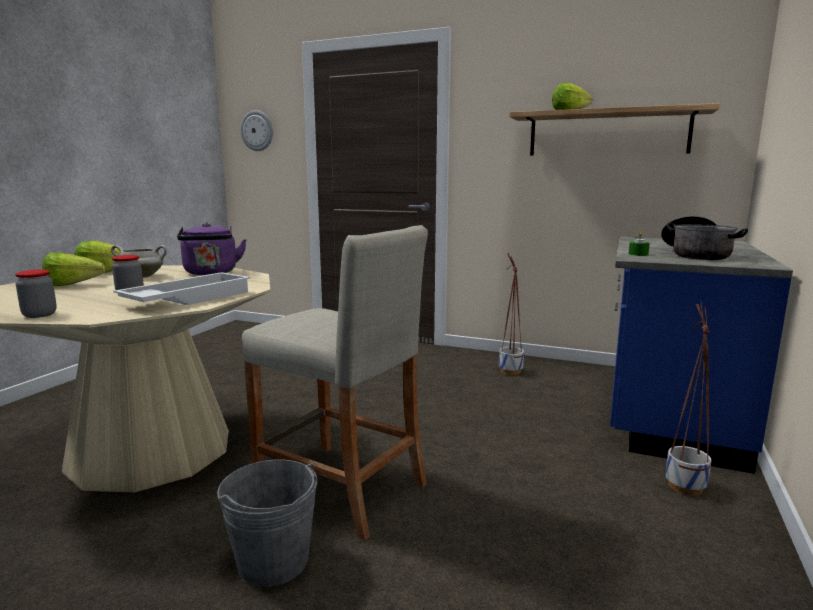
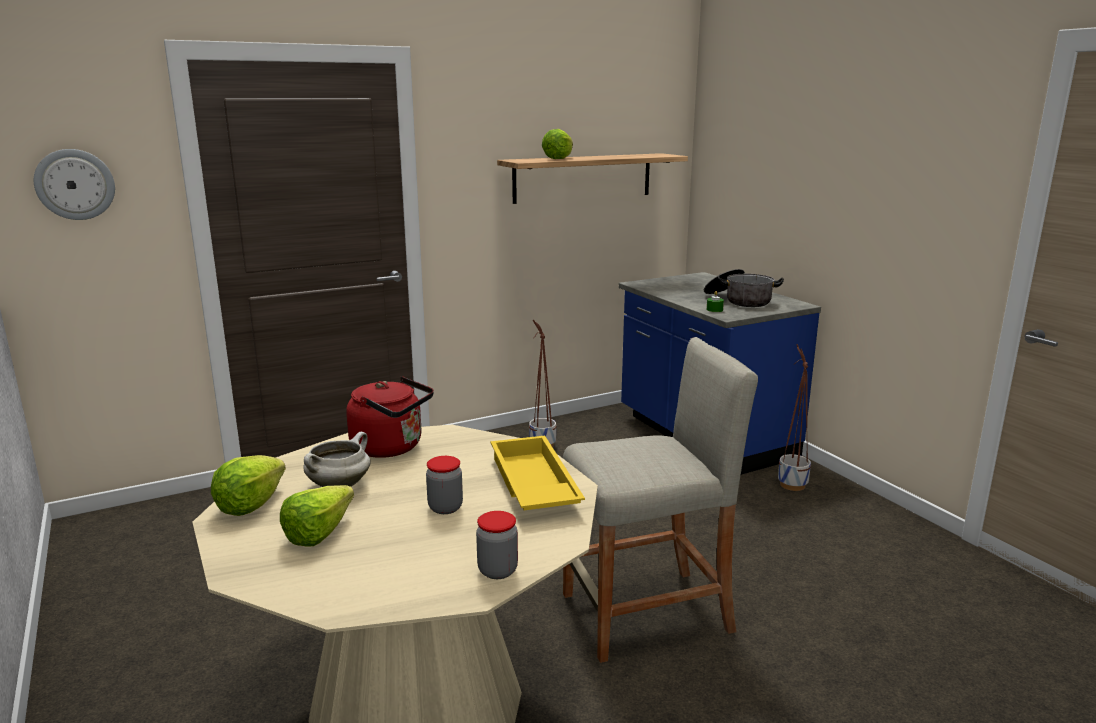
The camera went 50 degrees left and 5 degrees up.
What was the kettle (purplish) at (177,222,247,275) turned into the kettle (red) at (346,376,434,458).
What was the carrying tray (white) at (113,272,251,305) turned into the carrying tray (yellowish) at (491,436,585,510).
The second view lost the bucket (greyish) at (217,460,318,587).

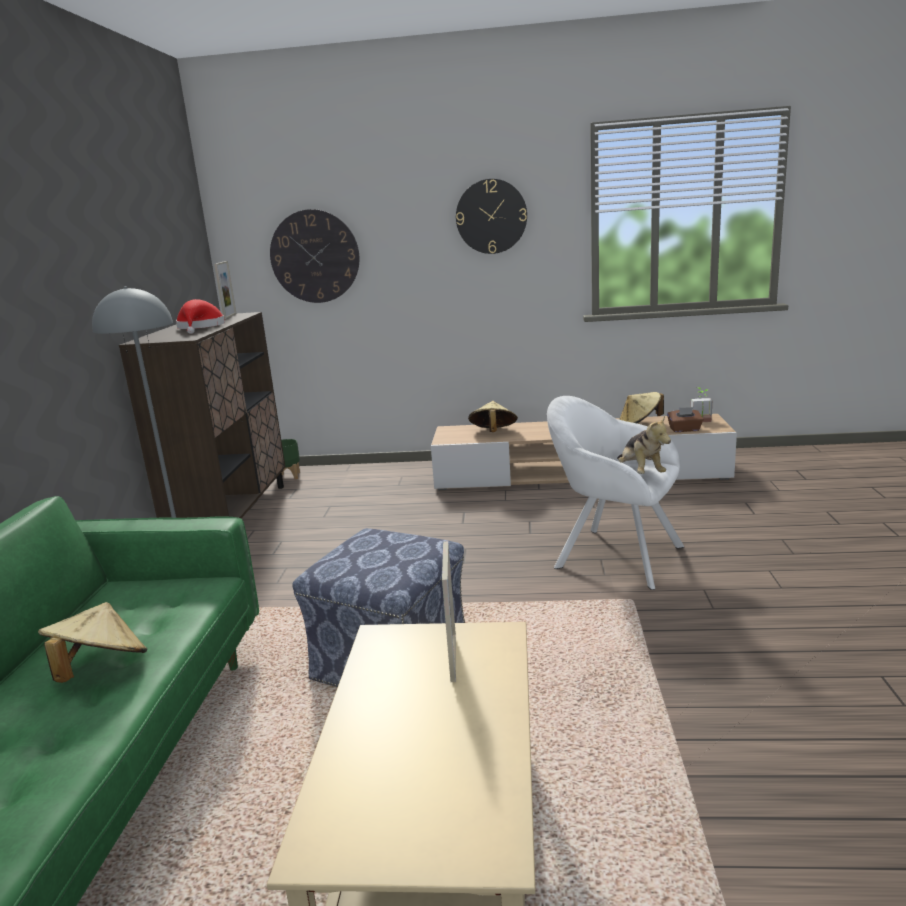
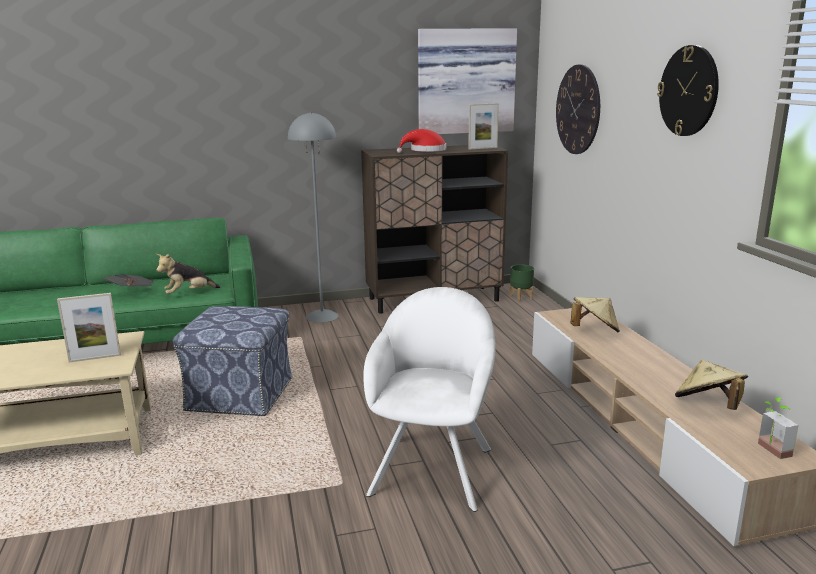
The camera went 70 degrees right and 0 degrees up.
The second view lost the tissue holder (brownish) at (667,407,703,432).
The soft toy ended up elsewhere, having gone from (617,416,671,474) to (156,253,220,294).
Where the wearable hat (beige-coloured) stood at (38,602,147,683), the daily paper came to stand at (102,274,155,287).
The second view gained the picture at (418,28,517,134).

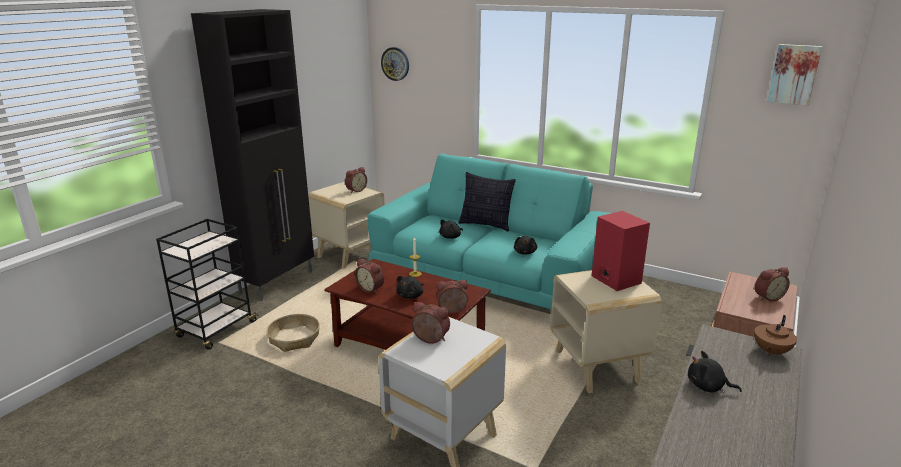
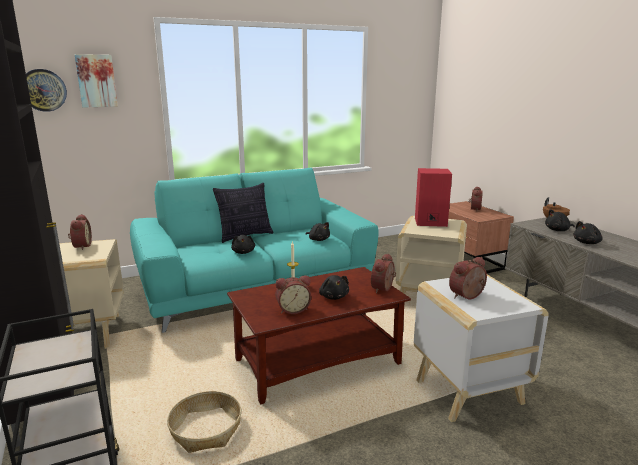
The camera went 55 degrees left and 5 degrees down.
The picture ended up elsewhere, having gone from (767,44,822,105) to (75,54,118,107).
The second view gained the soft toy (black) at (545,209,575,231).

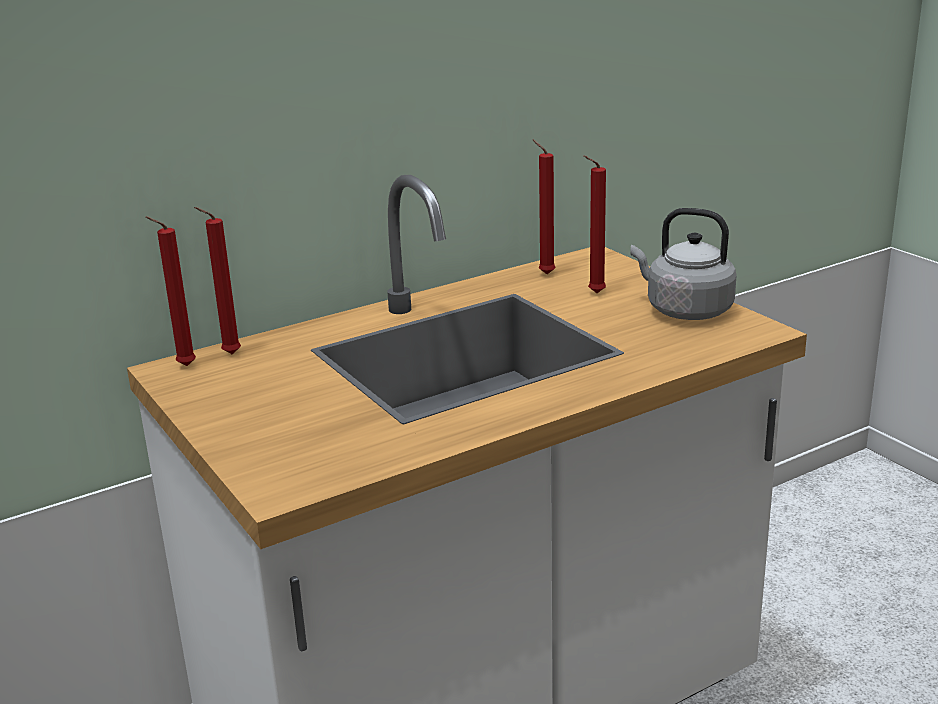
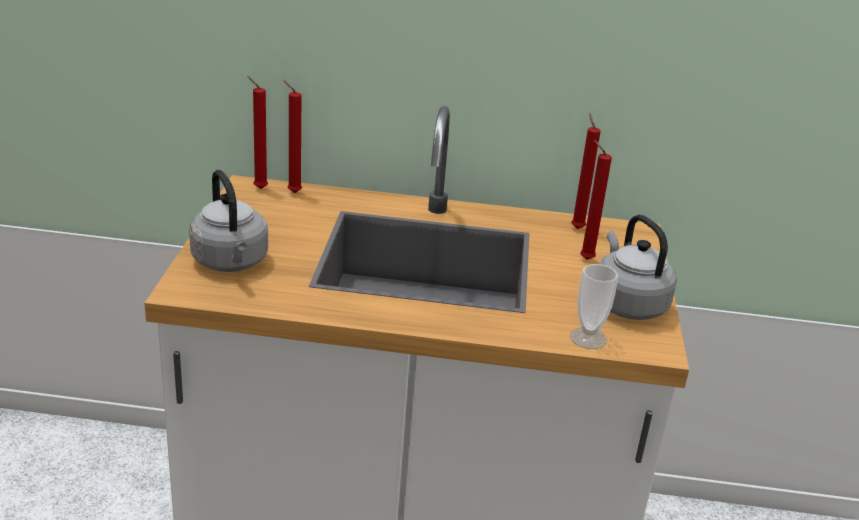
The camera went 35 degrees right and 5 degrees up.
The second view gained the kettle (greyish) at (189,169,268,272).
The second view gained the drinking cup at (570,264,618,349).

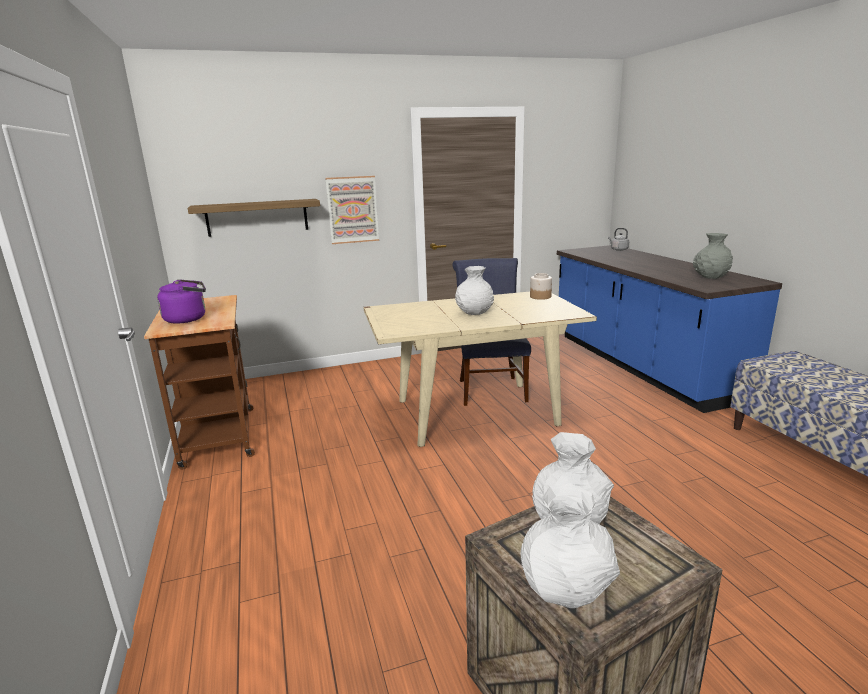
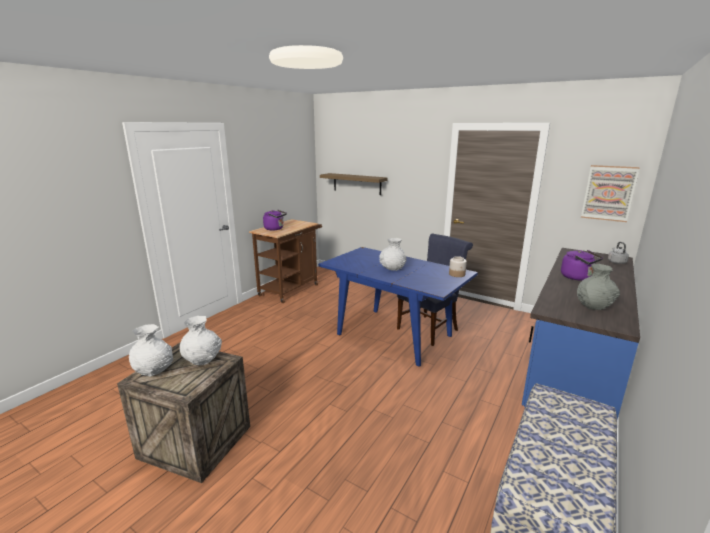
The camera went 50 degrees right and 0 degrees up.
The picture ended up elsewhere, having gone from (325,176,379,244) to (581,165,640,222).
What was the kitchen table (beige-coloured) at (363,292,597,447) turned into the kitchen table (bluish) at (318,247,478,367).
The second view gained the kettle (purplish) at (561,250,603,281).

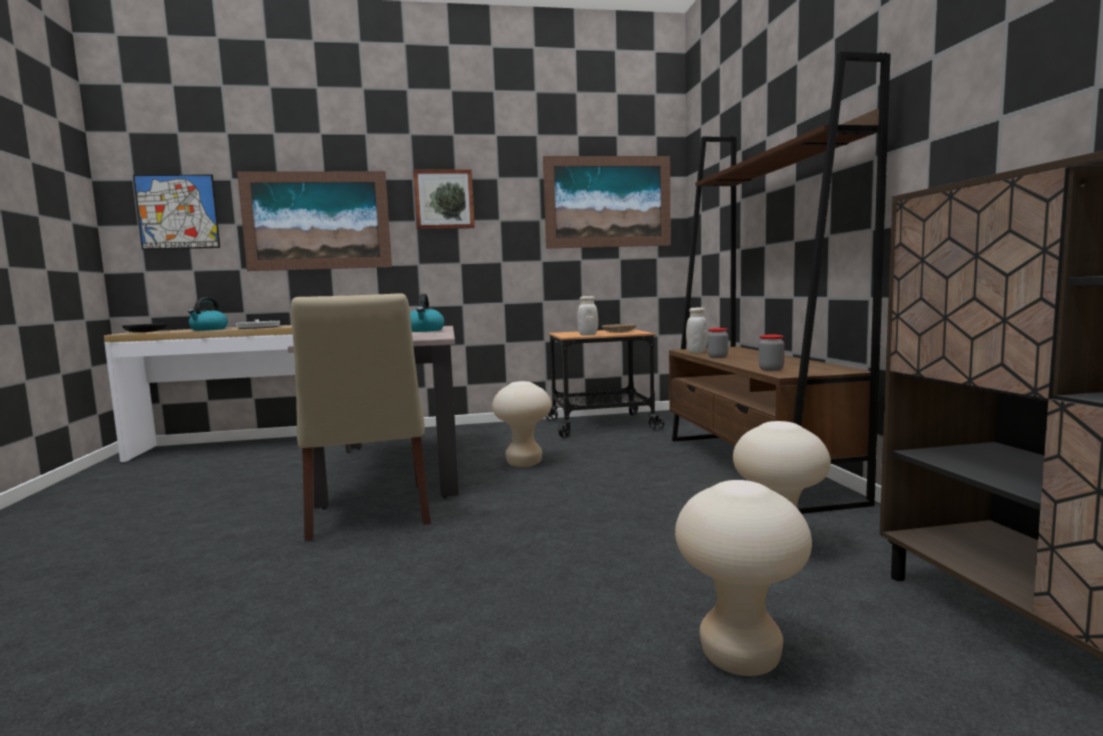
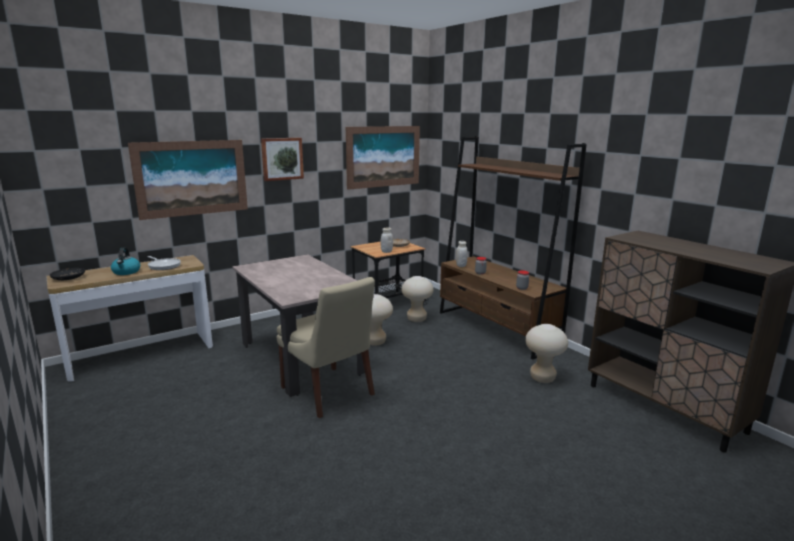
The camera went 25 degrees left and 10 degrees up.
The second view lost the picture at (133,175,220,250).
The second view lost the kettle at (410,294,444,332).
The stool (beige-coloured) ended up elsewhere, having gone from (675,480,812,676) to (401,276,433,322).

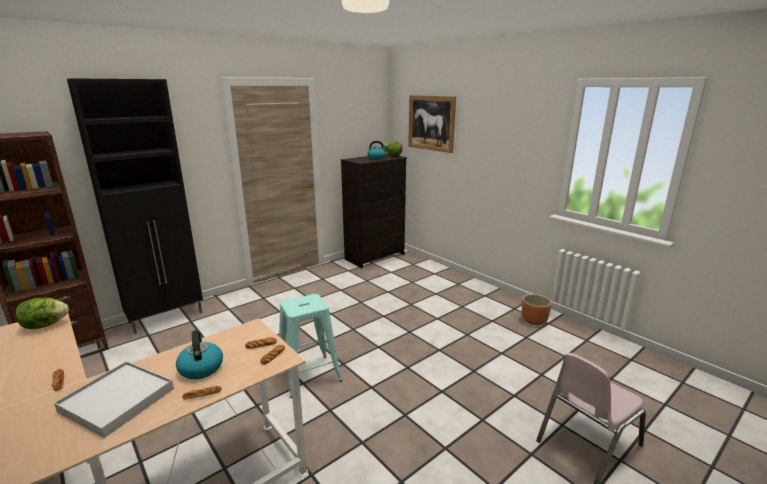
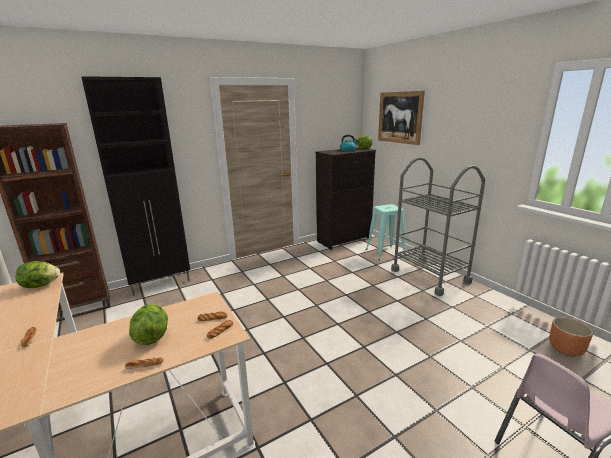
The camera went 10 degrees right and 0 degrees up.
The stool (turquoise) ended up elsewhere, having gone from (279,294,342,398) to (366,204,406,260).
The flower pot (brownish) ended up elsewhere, having gone from (522,294,551,325) to (549,317,593,357).
Where the kettle stood at (176,330,223,379), the lettuce head came to stand at (129,304,168,345).
The second view lost the carrying tray (white) at (54,361,174,438).
The second view gained the wheeled cart (greyish) at (391,157,485,296).

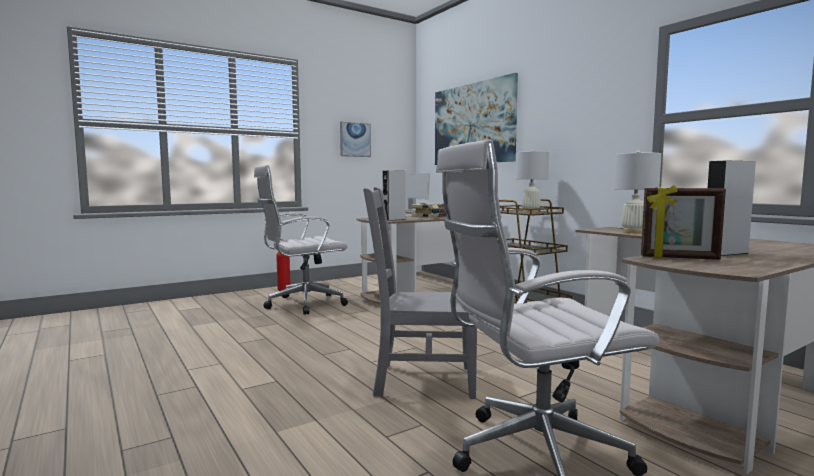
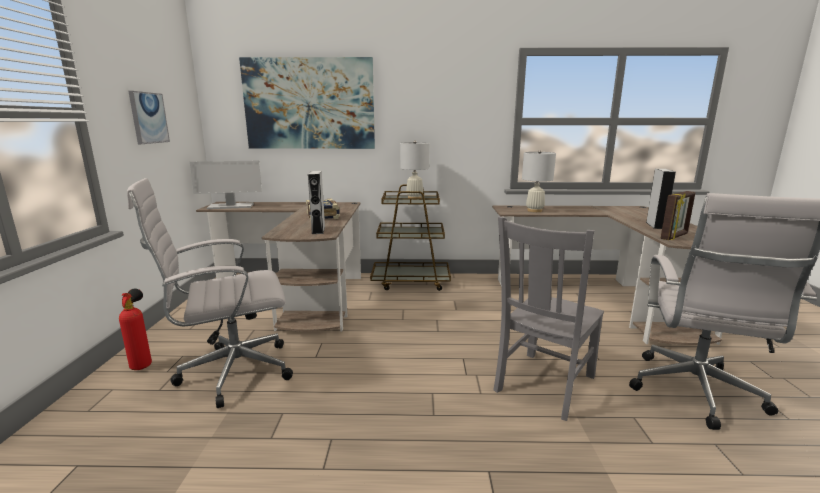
The camera went 55 degrees left and 10 degrees up.
The desk chair (white) at (254,165,348,315) ended up facing another way, 60 degrees clockwise from before.

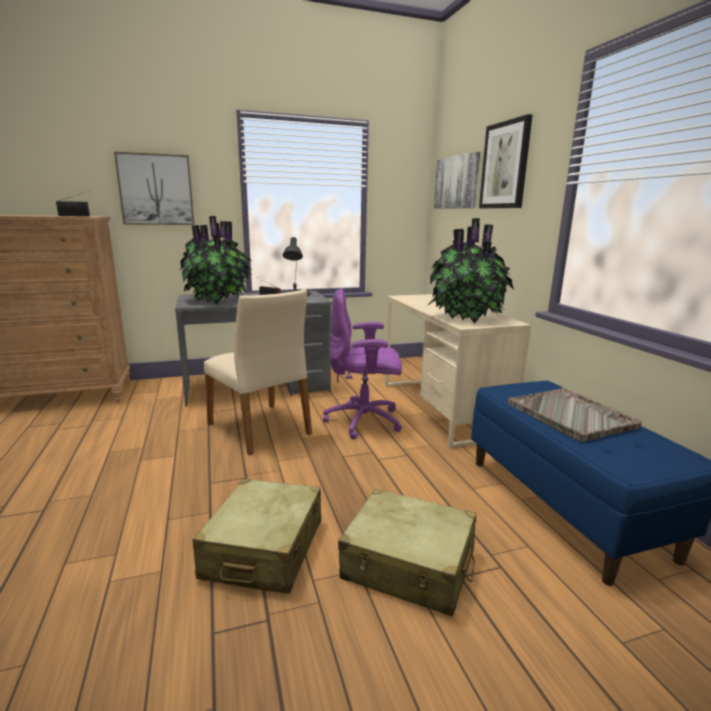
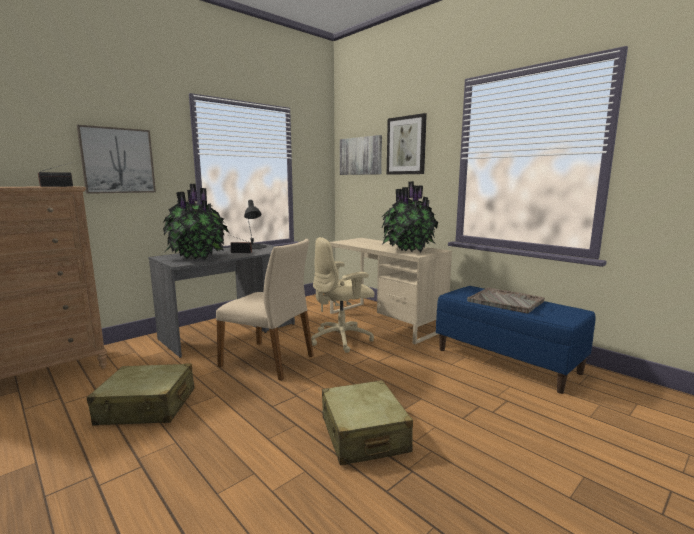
The camera went 25 degrees left and 5 degrees down.
What was the desk chair (purplish) at (323,289,402,439) turned into the desk chair (beige-coloured) at (311,237,374,353).
The travel case (beige-coloured) ended up elsewhere, having gone from (338,488,476,617) to (87,364,194,425).

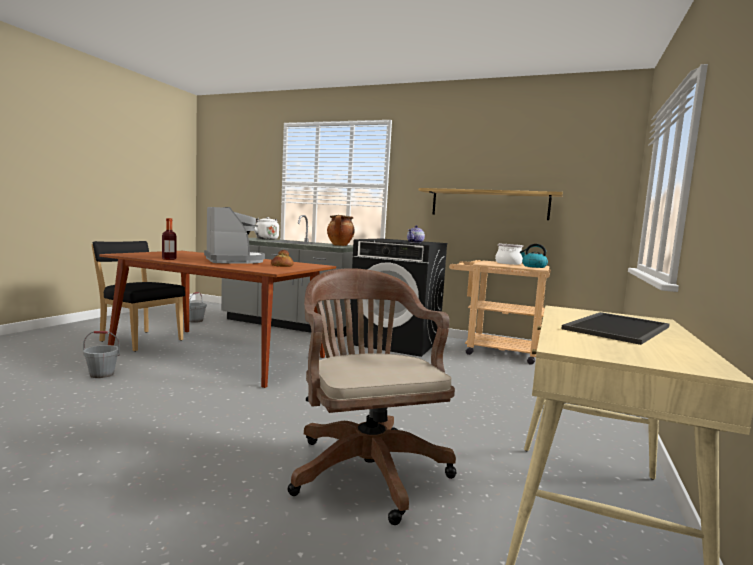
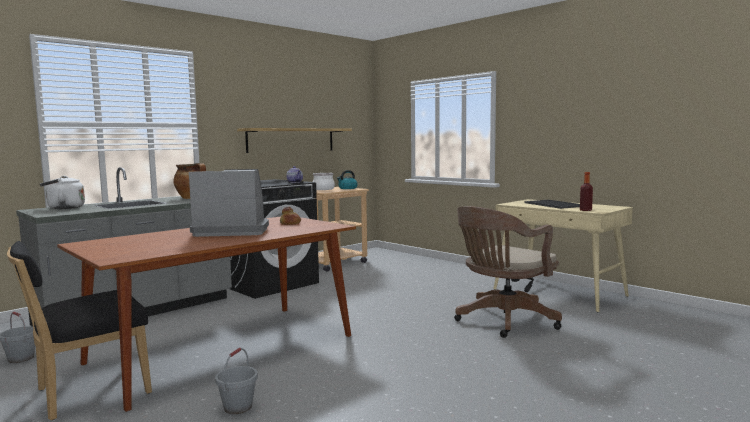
The camera went 65 degrees left and 0 degrees up.
The drink bottle ended up elsewhere, having gone from (162,218,177,260) to (580,172,593,211).
The desk chair (brownish) at (288,268,456,525) ended up facing another way, 45 degrees counterclockwise from before.

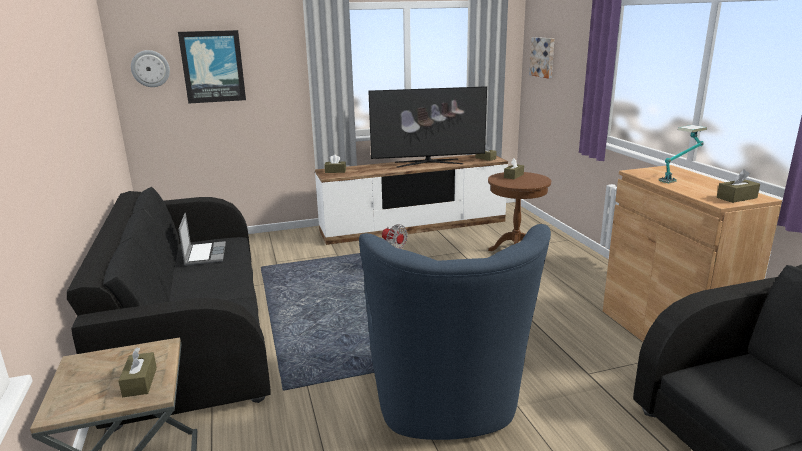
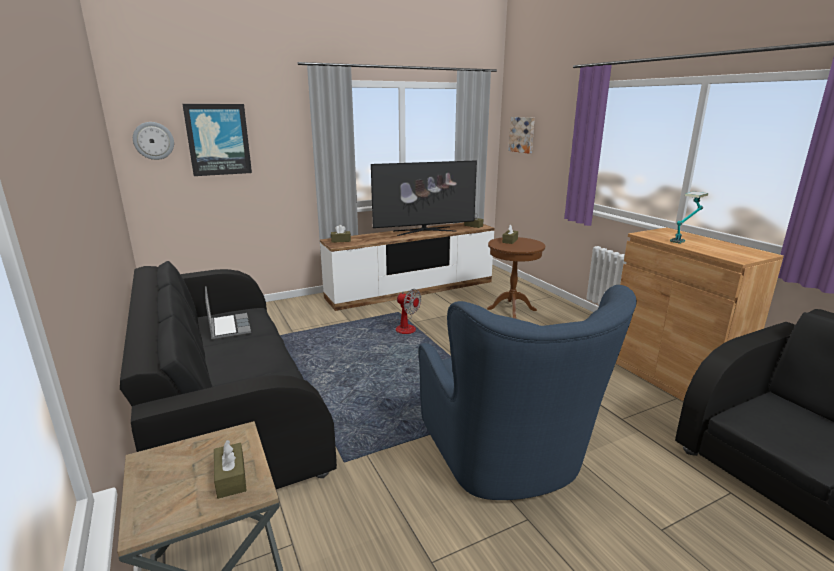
The camera went 10 degrees left and 0 degrees up.
The second view lost the tissue holder (brownish) at (717,170,760,203).

